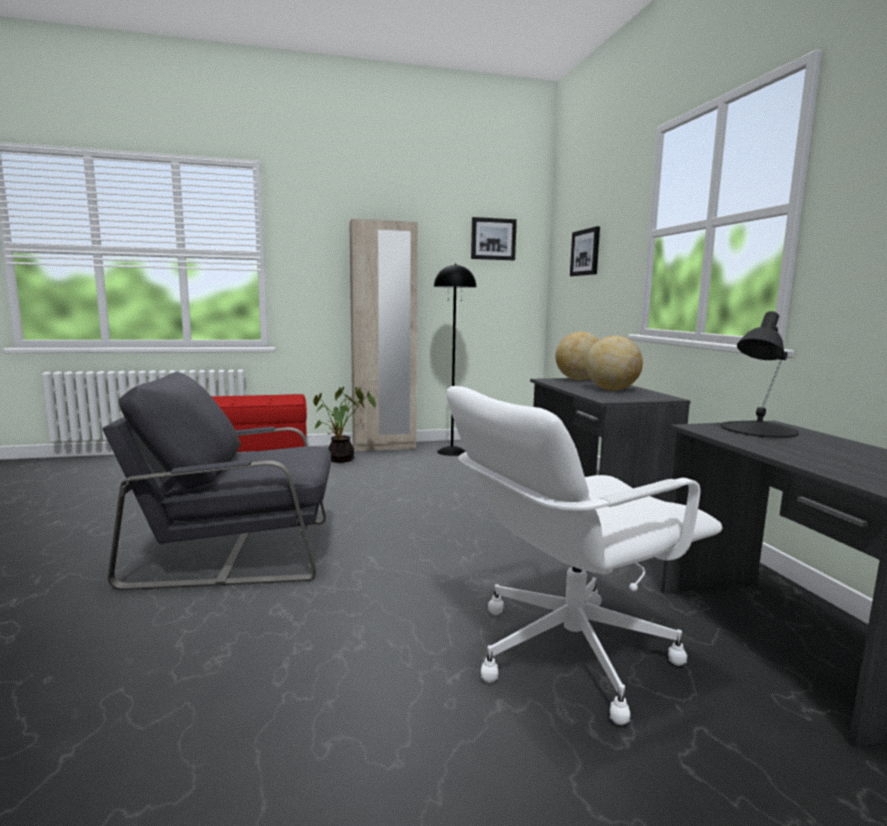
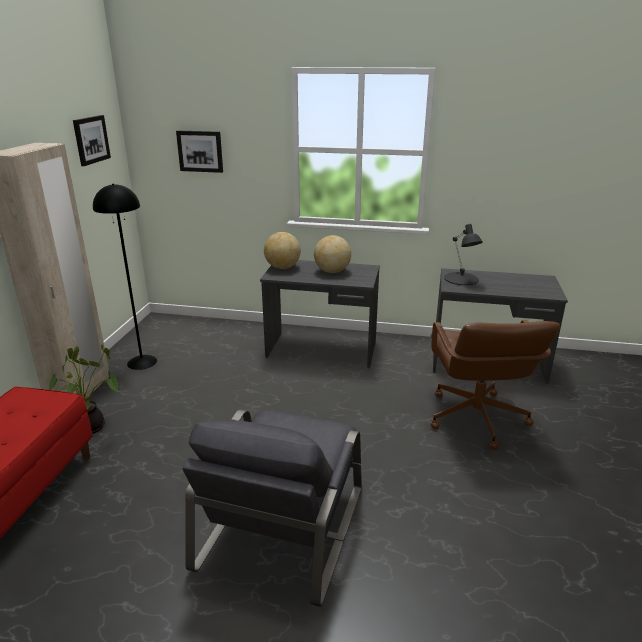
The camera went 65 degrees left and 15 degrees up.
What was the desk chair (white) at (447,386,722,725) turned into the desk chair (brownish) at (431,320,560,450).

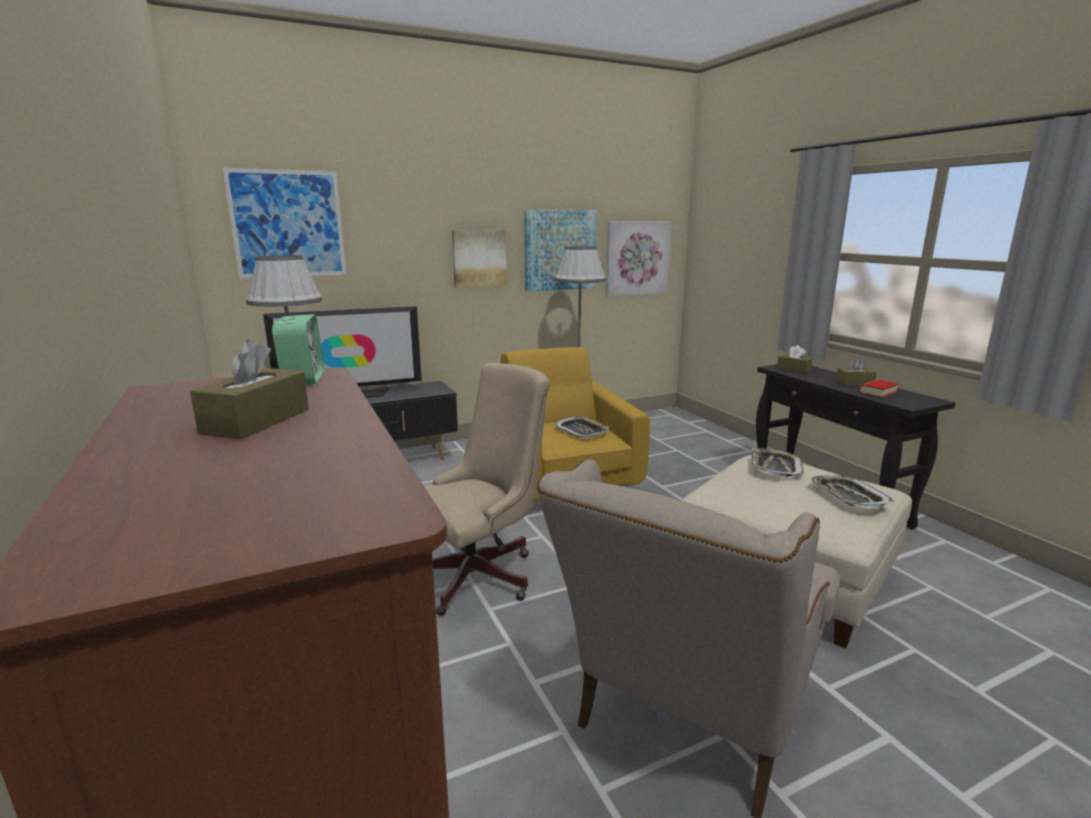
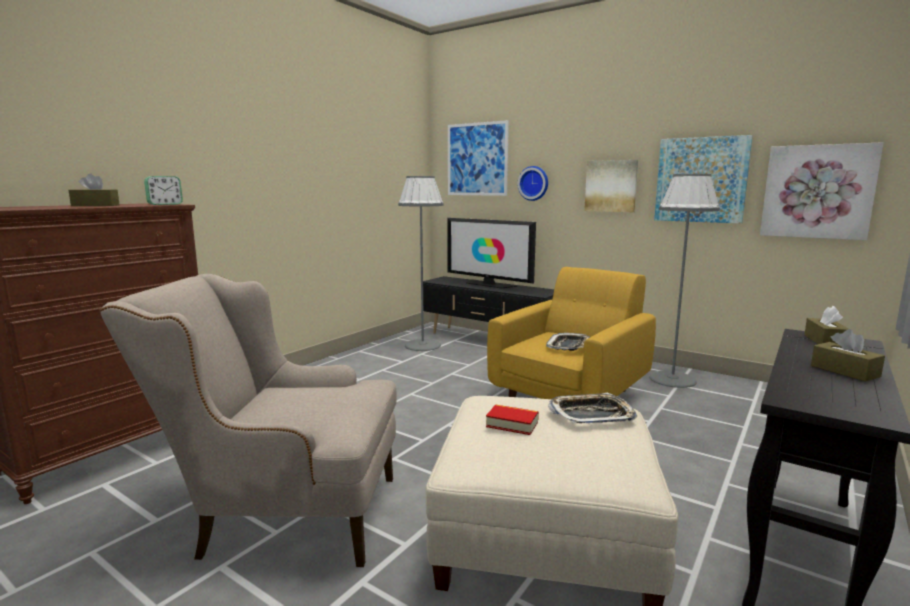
The camera went 60 degrees right and 5 degrees down.
The second view lost the desk chair (beige-coloured) at (423,363,551,616).
The volume ended up elsewhere, having gone from (859,379,899,398) to (486,404,539,435).
The second view lost the carrying tray at (810,475,894,509).
The second view gained the wall clock at (518,166,548,201).

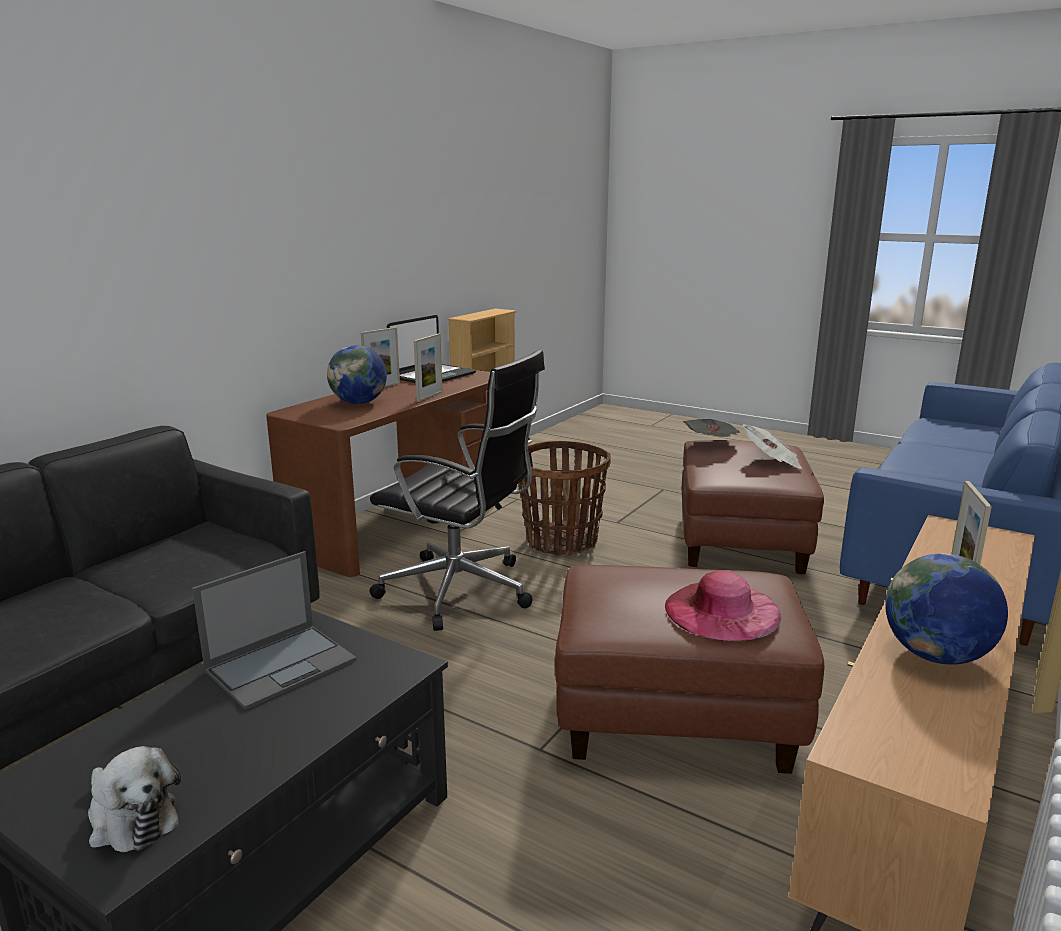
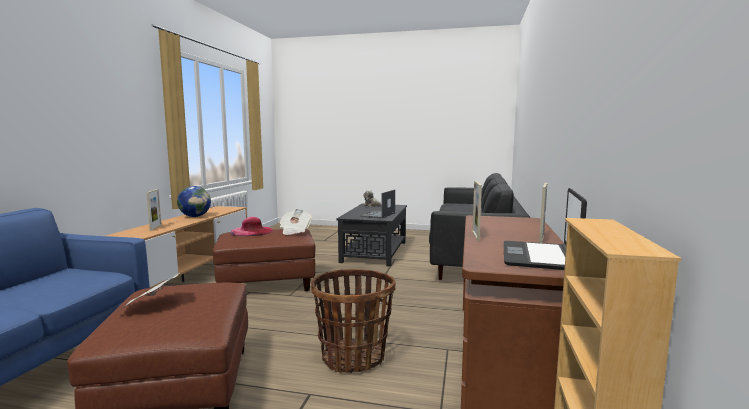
The camera went 160 degrees right and 10 degrees down.
The second view lost the globe at (327,345,387,404).
The second view lost the desk chair (black) at (369,350,545,631).
The daily paper ended up elsewhere, having gone from (683,419,740,437) to (279,209,313,235).

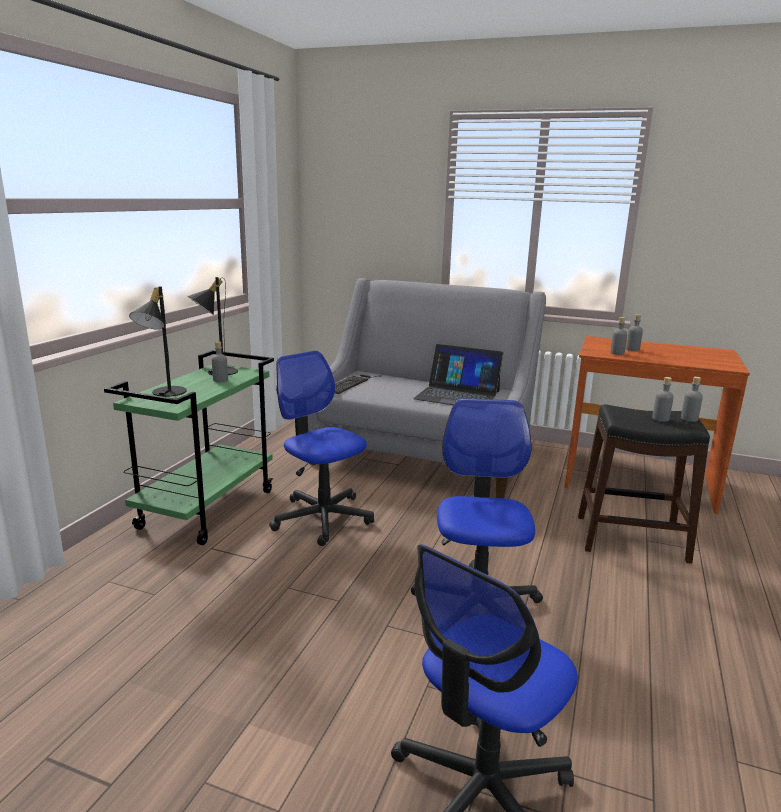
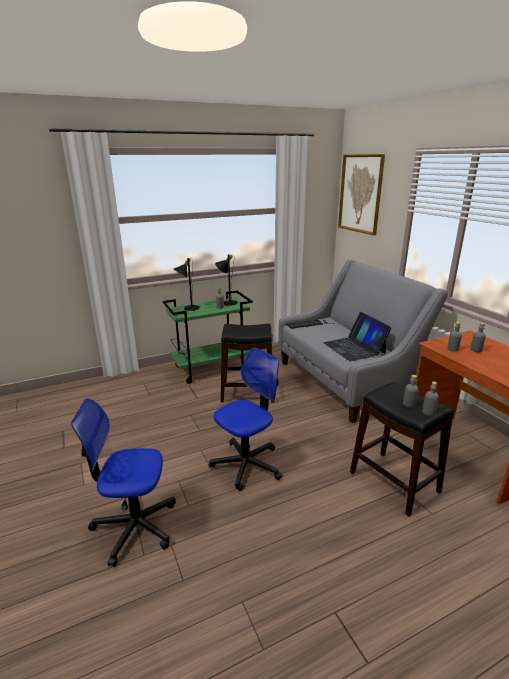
The camera went 45 degrees right and 5 degrees up.
Where the desk chair stood at (269,351,374,546), the stool (black) came to stand at (221,324,274,403).
The second view gained the picture at (338,154,385,235).

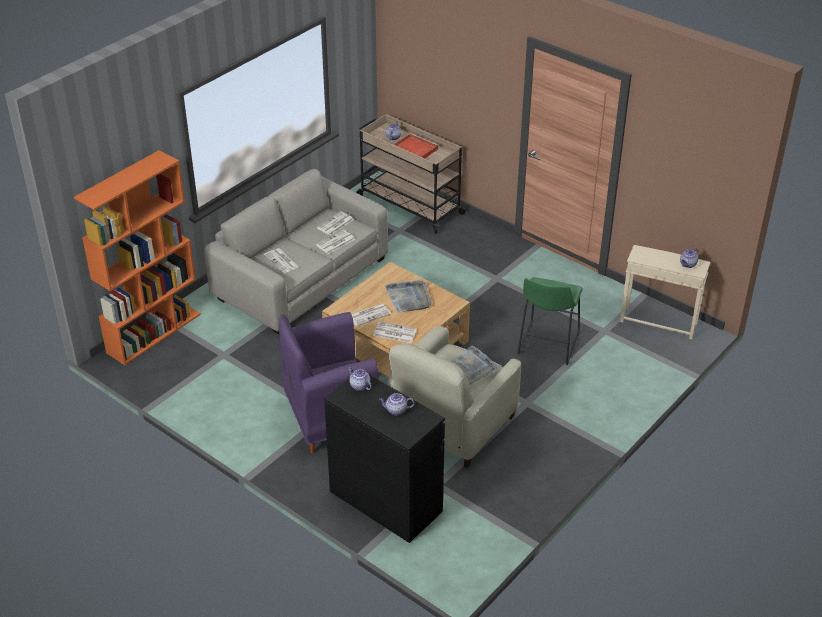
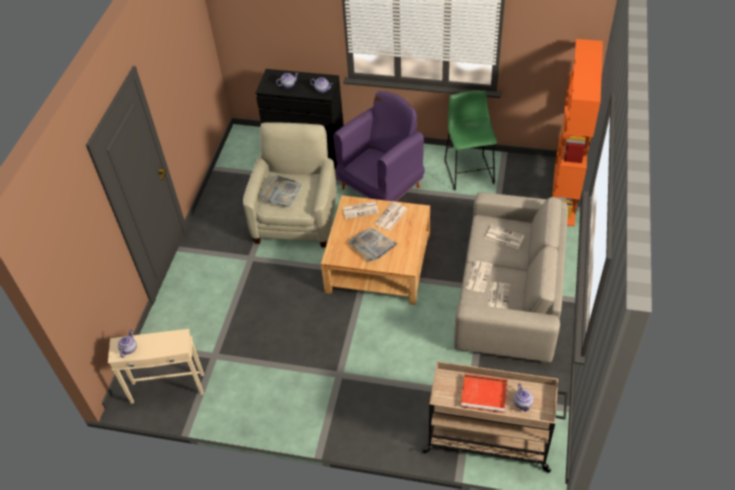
The camera went 155 degrees right and 10 degrees up.
The stool (green) ended up elsewhere, having gone from (517,277,583,365) to (445,90,497,190).

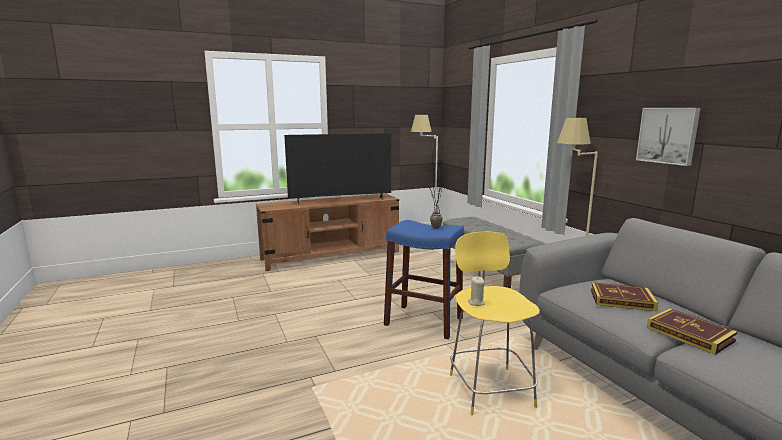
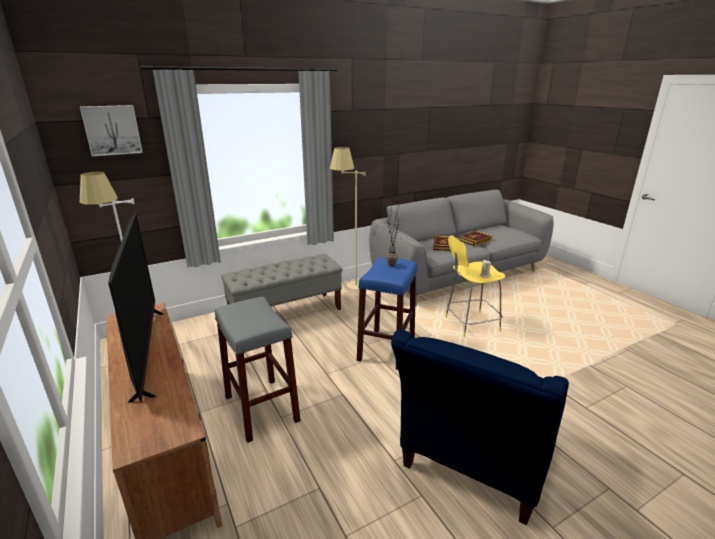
The camera went 95 degrees left and 10 degrees up.
The picture ended up elsewhere, having gone from (636,108,701,166) to (80,105,143,156).
The second view gained the stool (greyish) at (215,297,301,443).
The second view gained the easy chair (bluish) at (391,330,569,525).

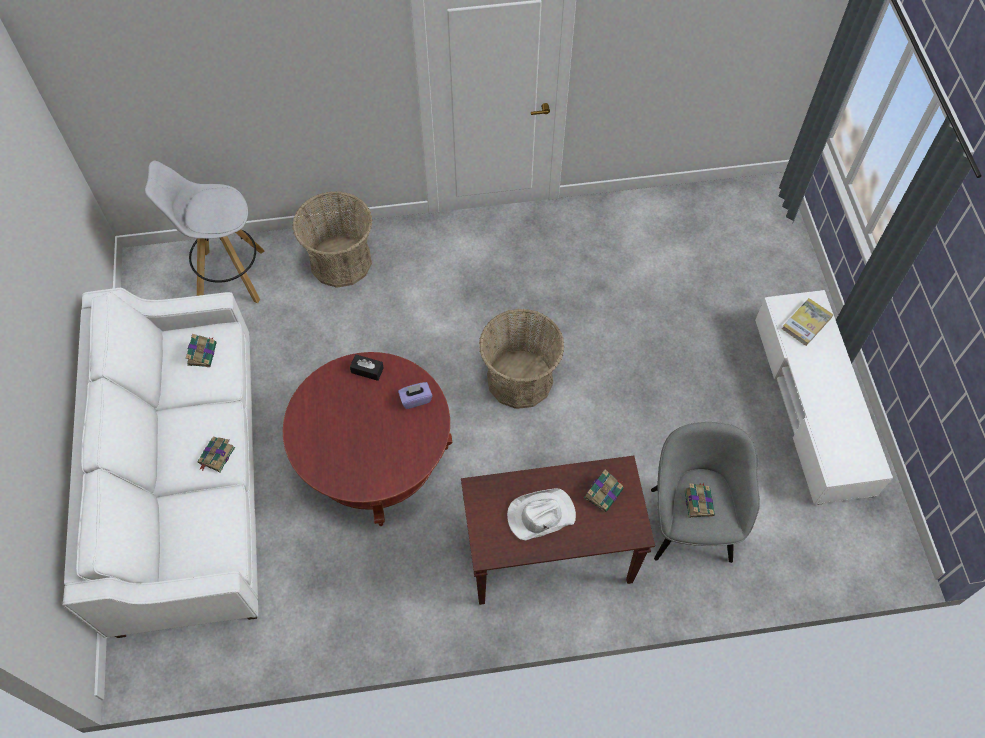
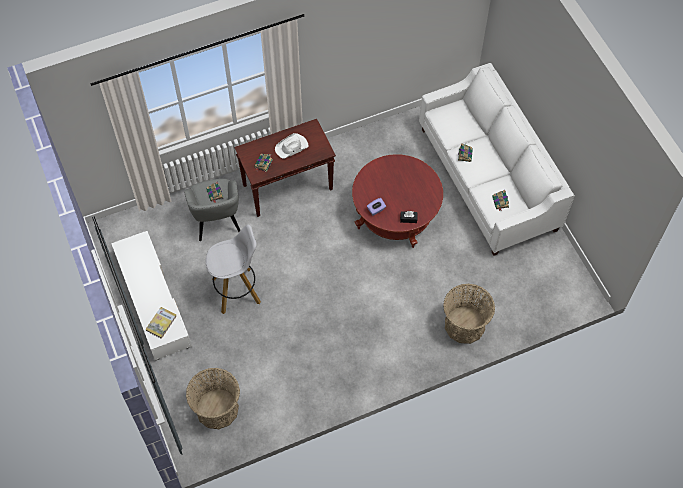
The camera went 165 degrees right and 0 degrees up.
The stool (white) ended up elsewhere, having gone from (145,161,264,303) to (206,224,261,314).
The storage basket ended up elsewhere, having gone from (479,309,565,409) to (186,368,240,429).

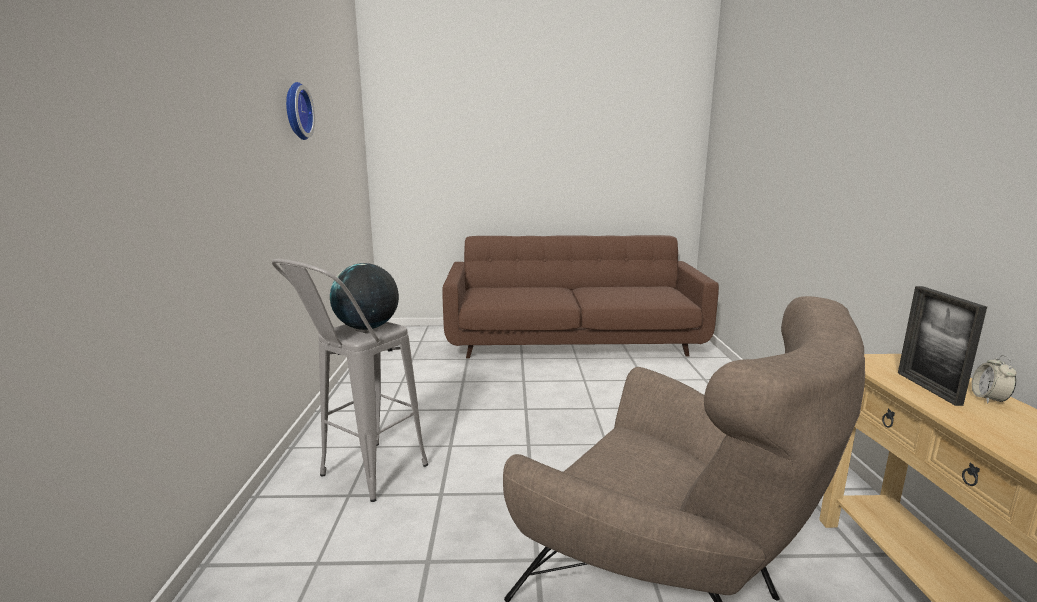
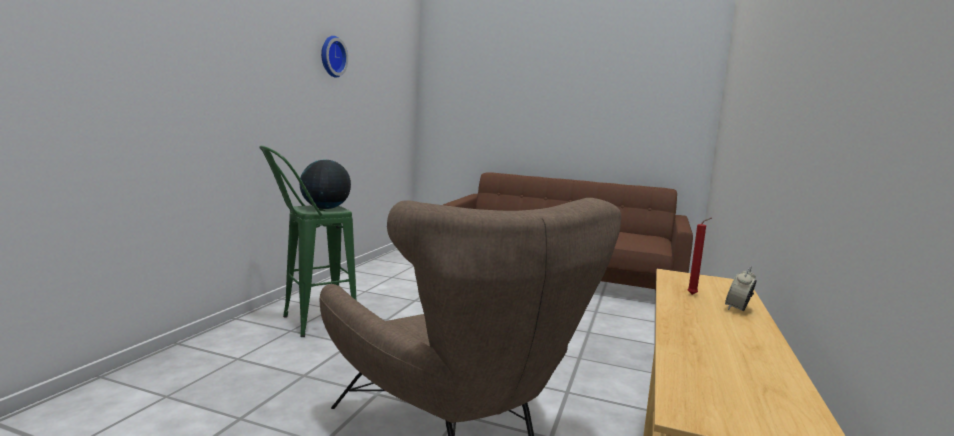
The camera went 20 degrees right and 5 degrees down.
What was the stool (greyish) at (272,259,428,502) turned into the stool (green) at (259,145,356,337).
Where the standing frame stood at (898,286,987,406), the candle (red) came to stand at (688,218,712,295).

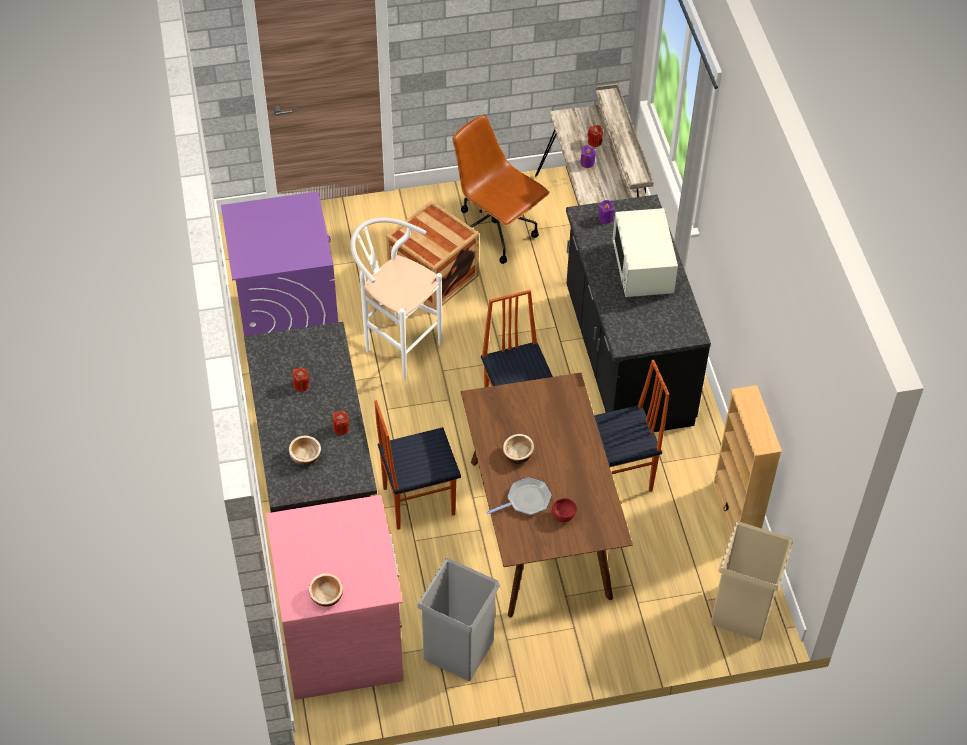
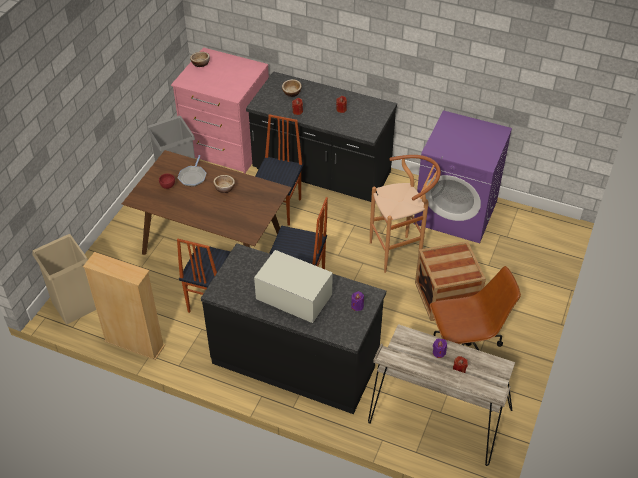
The camera went 125 degrees right and 5 degrees down.
What was the stool (white) at (350,218,442,380) turned into the stool (brownish) at (370,155,441,273).

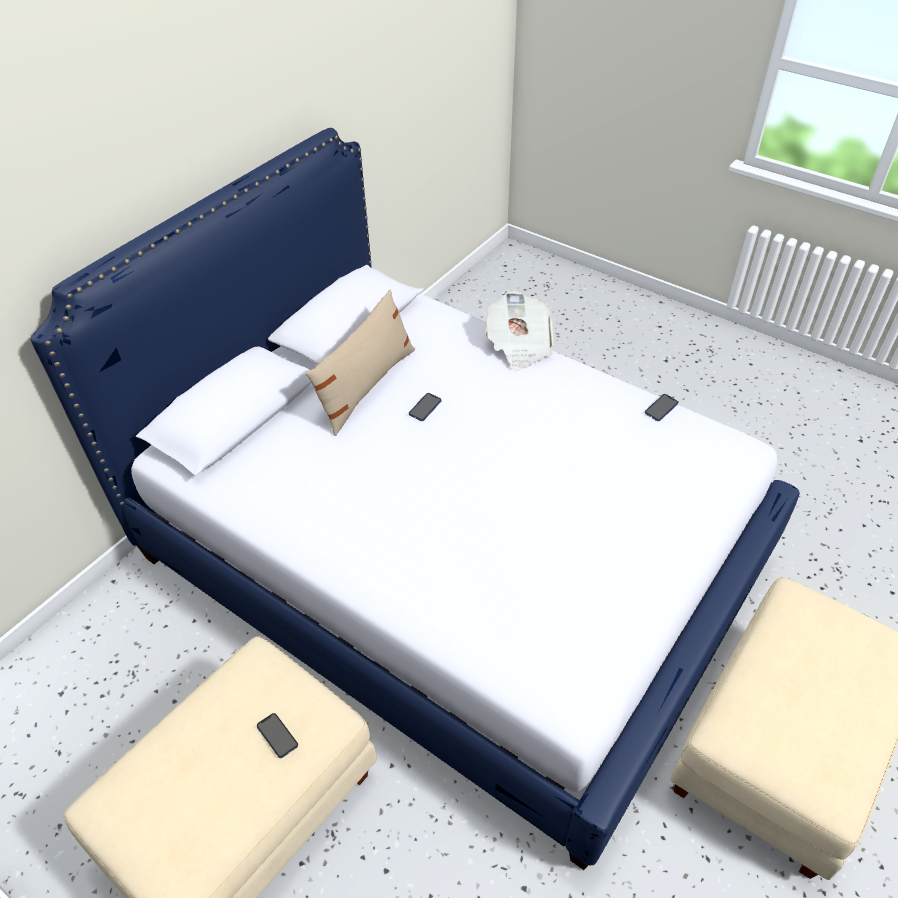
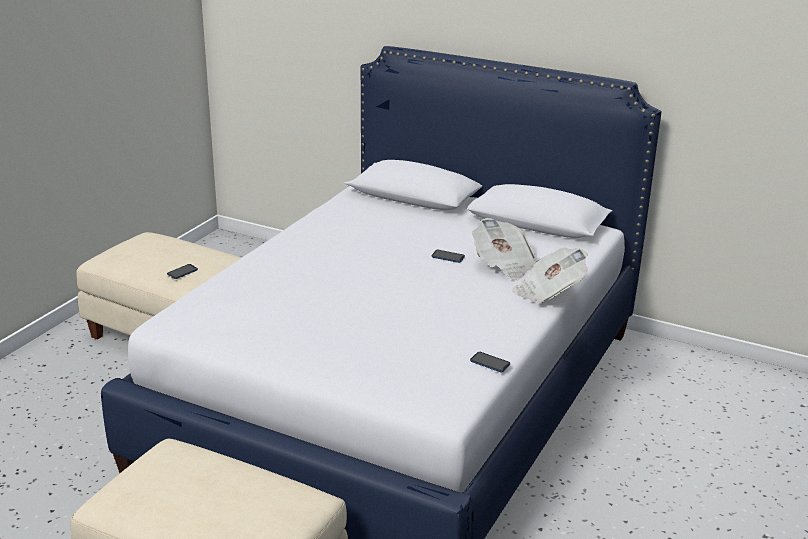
The camera went 80 degrees right and 20 degrees down.
The second view lost the throw pillow (beige-coloured) at (306,289,415,436).
The second view gained the daily paper at (472,218,536,280).

